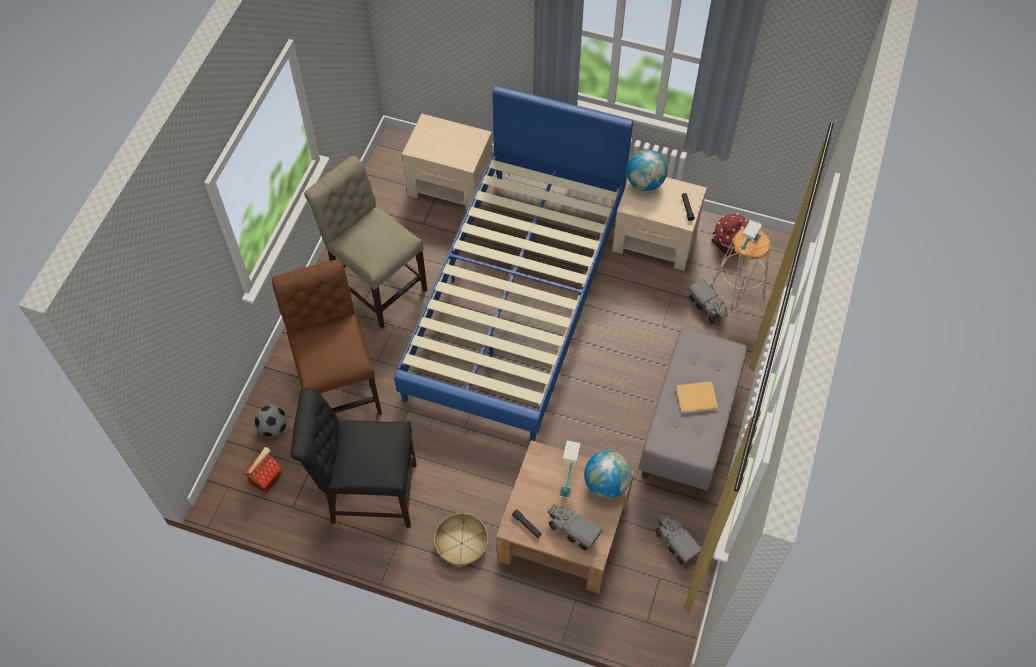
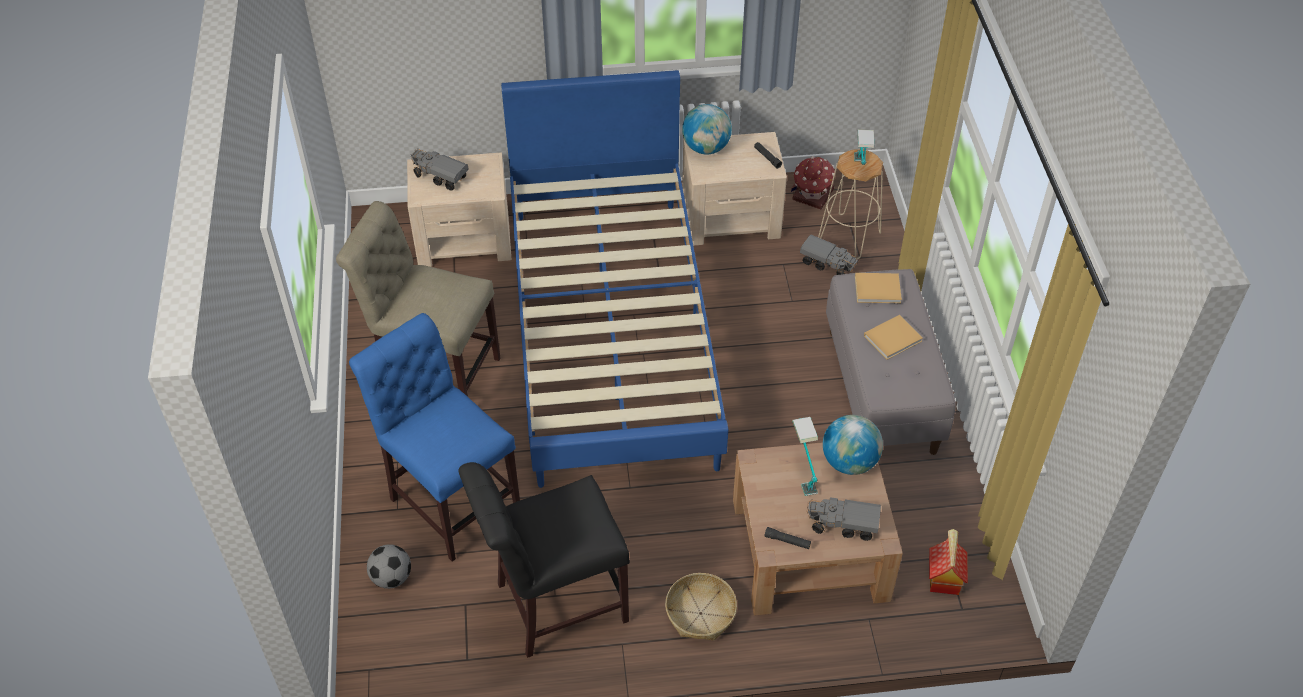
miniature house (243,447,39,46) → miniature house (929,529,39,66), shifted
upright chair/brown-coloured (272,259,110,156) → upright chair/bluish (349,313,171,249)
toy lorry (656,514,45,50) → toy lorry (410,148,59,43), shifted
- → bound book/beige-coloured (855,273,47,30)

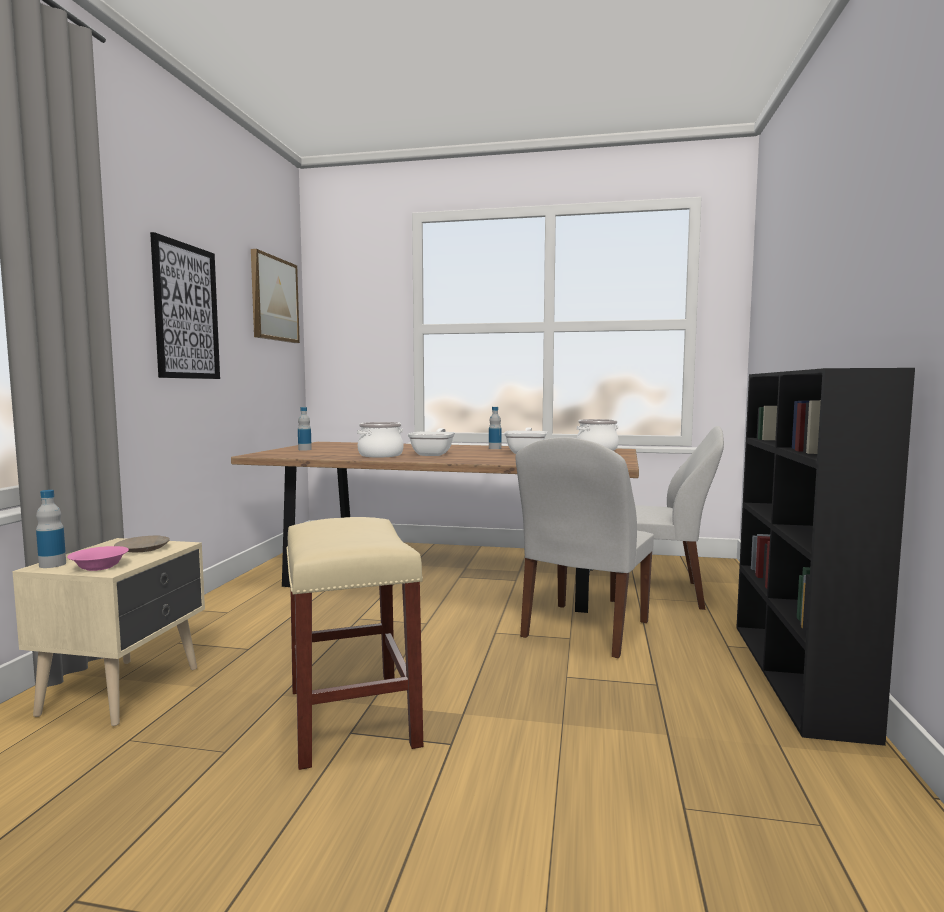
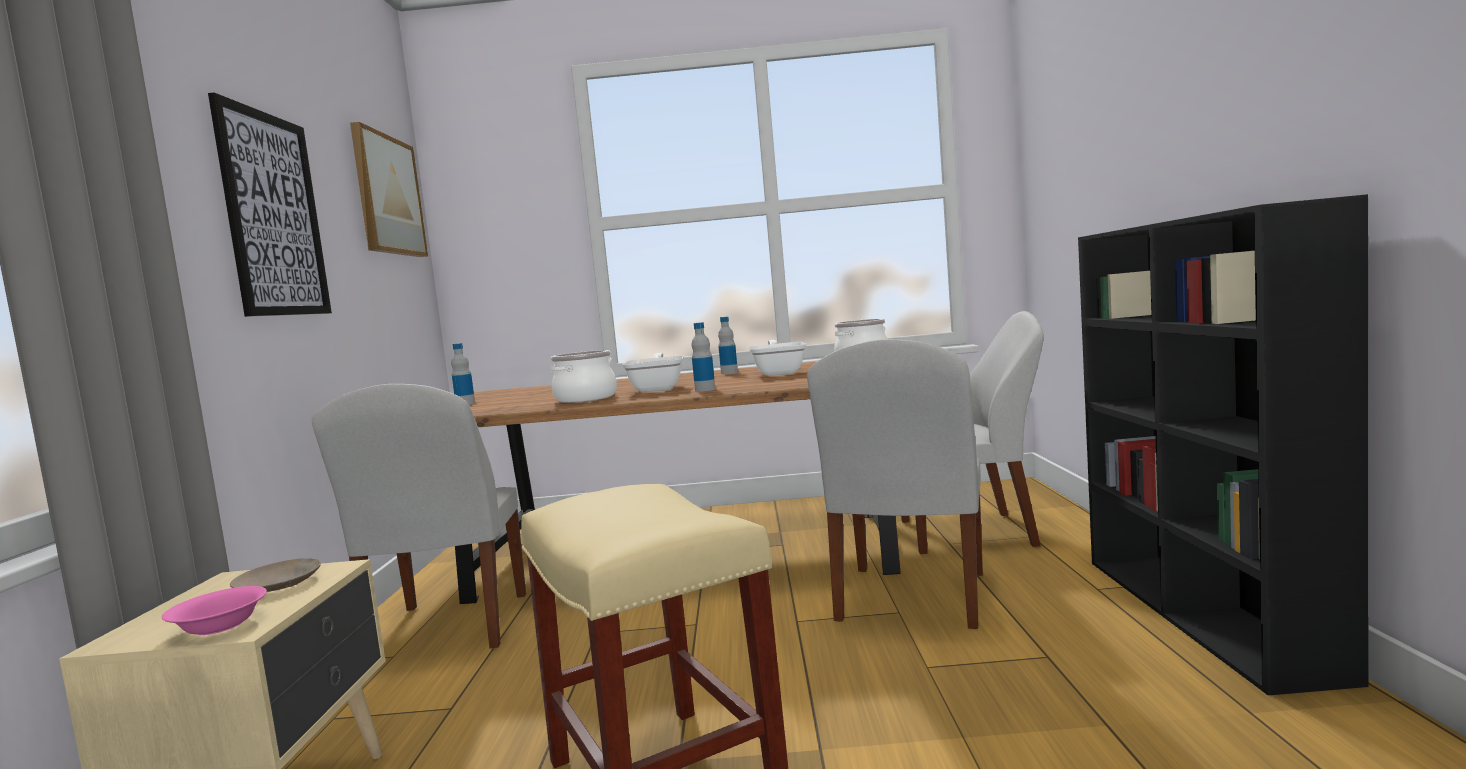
bottle (36,490,30,78) → bottle (692,322,23,70), shifted
- → upright chair/white (312,384,214,264)

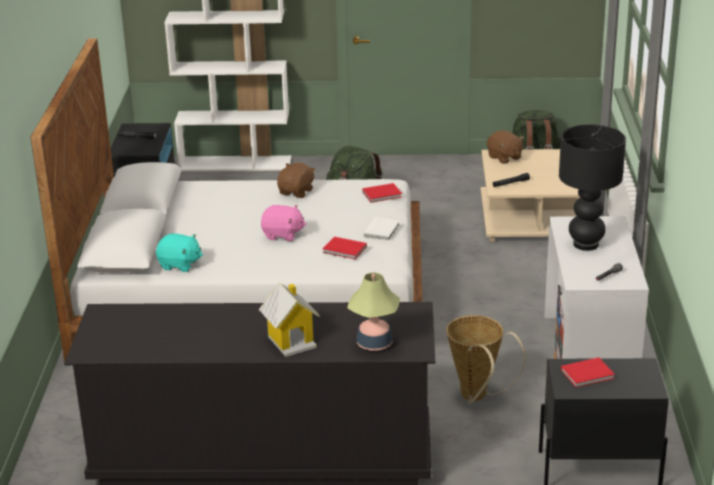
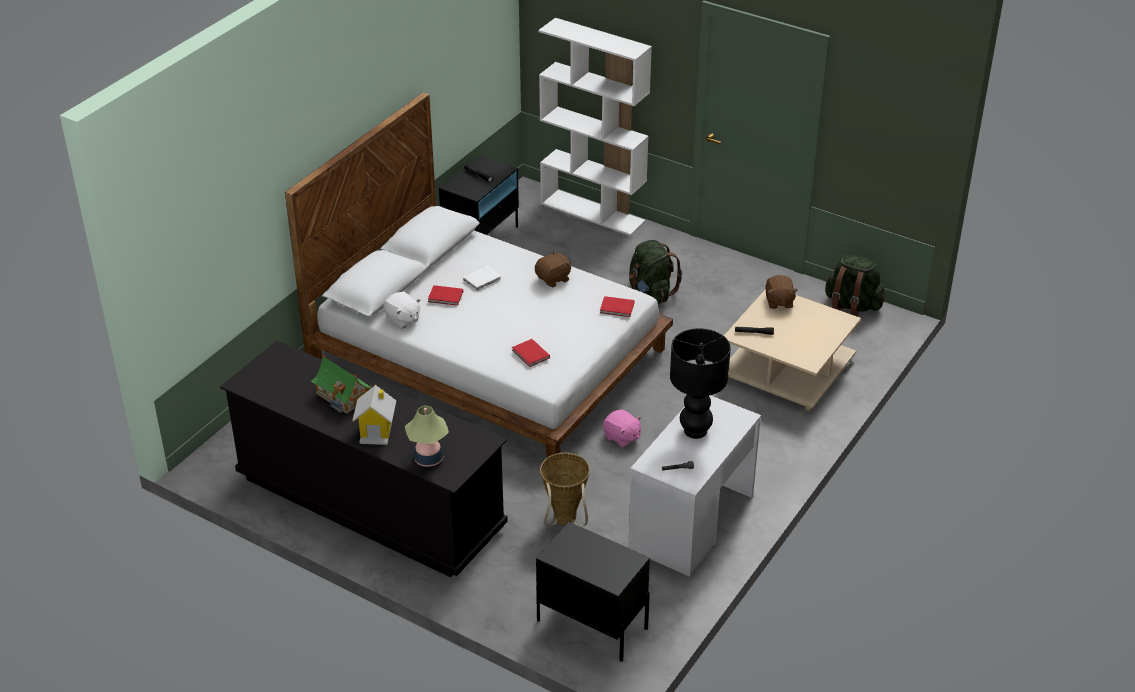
plush toy/turquoise-coloured (156,234,47,38) → plush toy/white (383,292,38,36)
plush toy/pinkish (261,205,45,36) → plush toy/pinkish (603,409,38,38), shifted
bound book/white (364,217,36,24) → bound book/white (463,266,38,25), shifted
bound book/red (561,357,54,31) → bound book/red (428,285,35,21), shifted
- → miniature house (311,354,61,60)

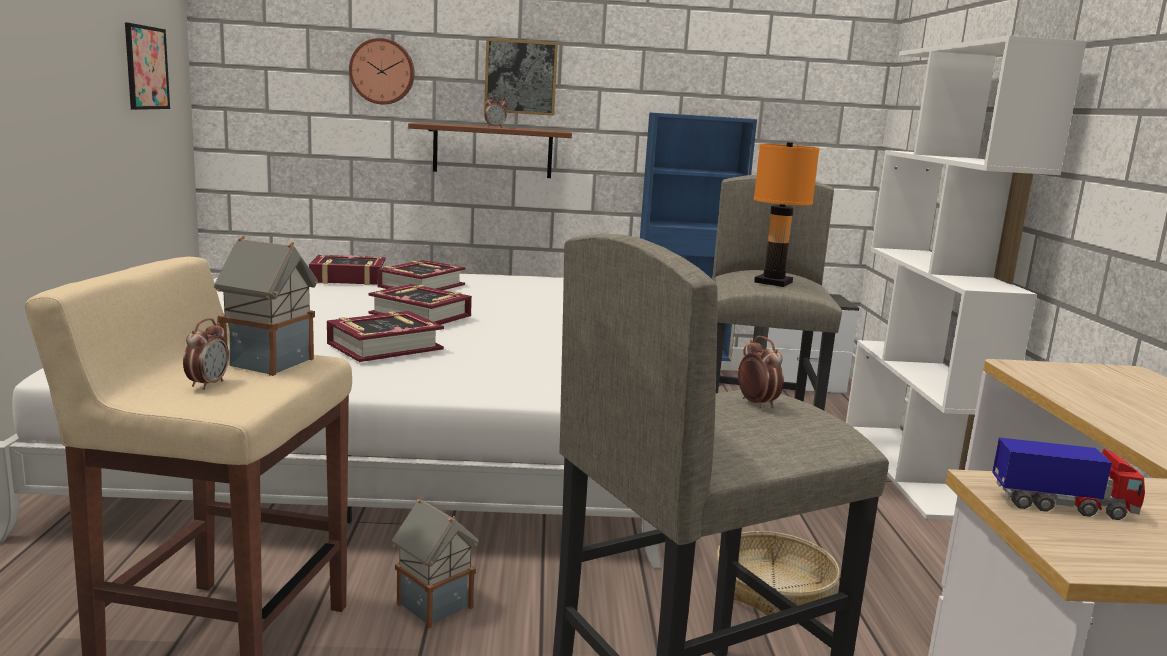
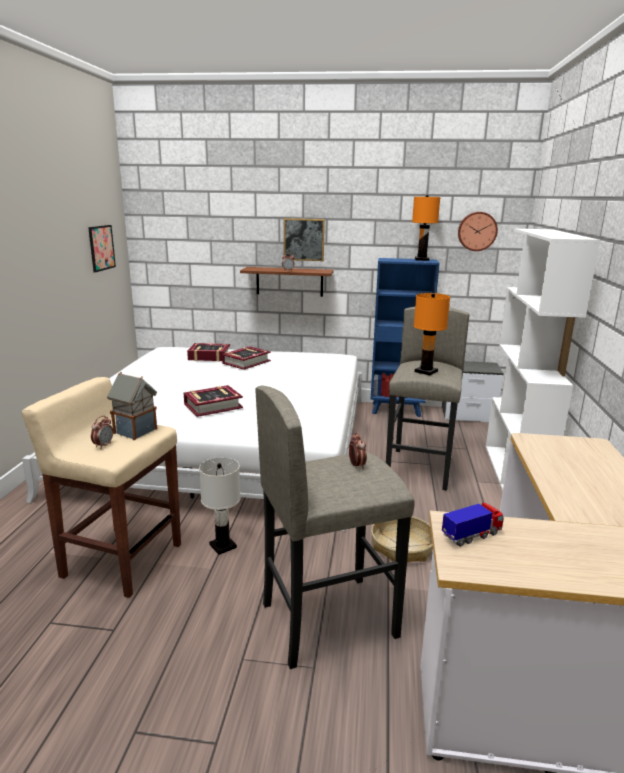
hanging clock (349,38,65,66) → hanging clock (458,212,40,39), shifted
bound book (369,284,103,41) → -
miniature house (392,497,87,132) → lamp for a table/white (199,457,42,98)
toy lorry (992,438,153,82) → toy lorry (442,503,62,44), 45 degrees counterclockwise
- → lamp for a table/orange-coloured (412,195,28,66)

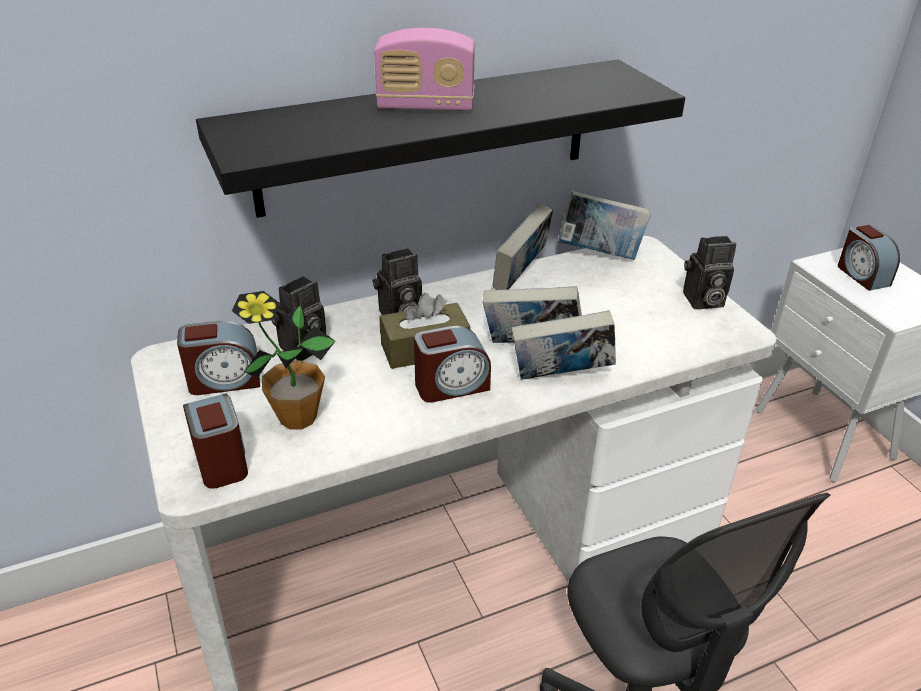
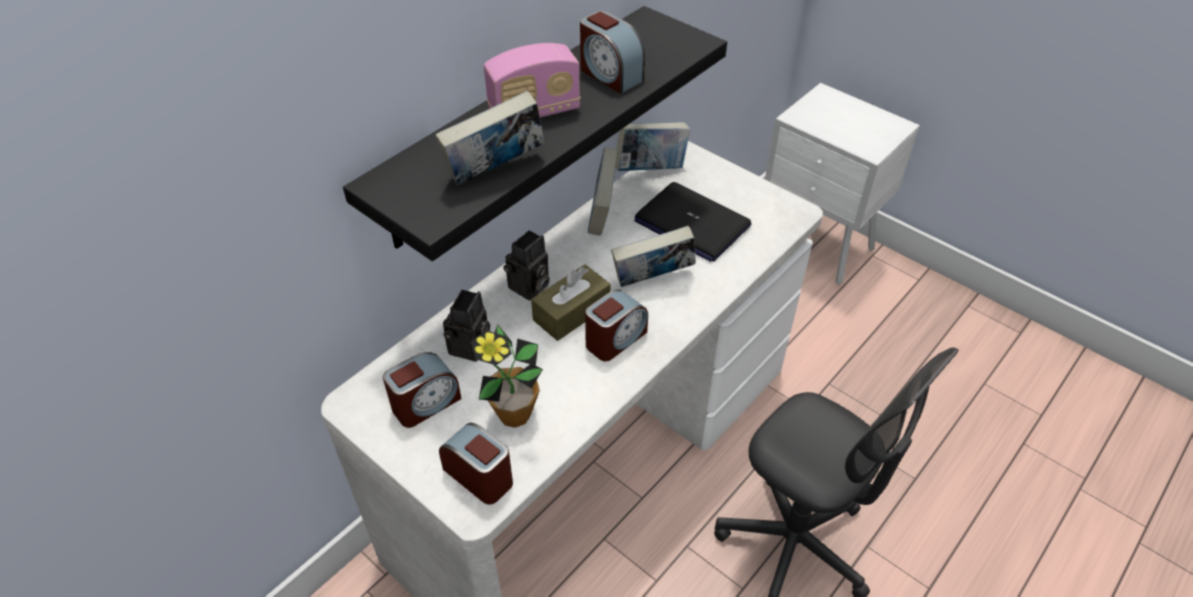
bound book (511,310,105,70) → bound book (435,91,109,95), shifted
still camera (683,236,53,73) → -
bedside clock (838,224,62,67) → bedside clock (580,11,65,83), shifted
- → portable computer (634,182,117,80)

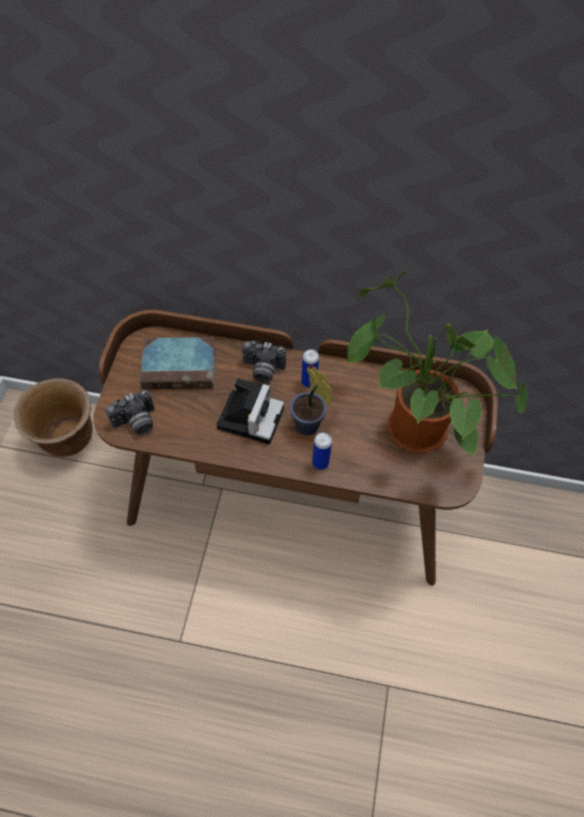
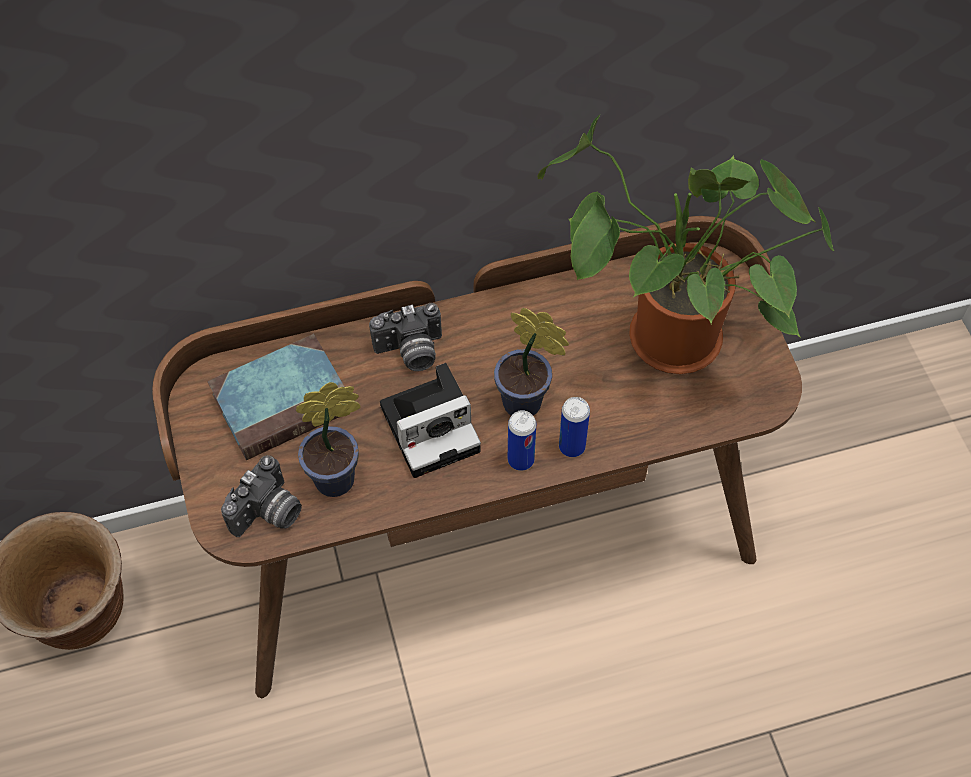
still camera (217,378,67,67) → still camera (380,363,101,115), 75 degrees clockwise
can (301,349,18,39) → can (508,410,28,61), shifted
- → houseplant (295,382,66,115)

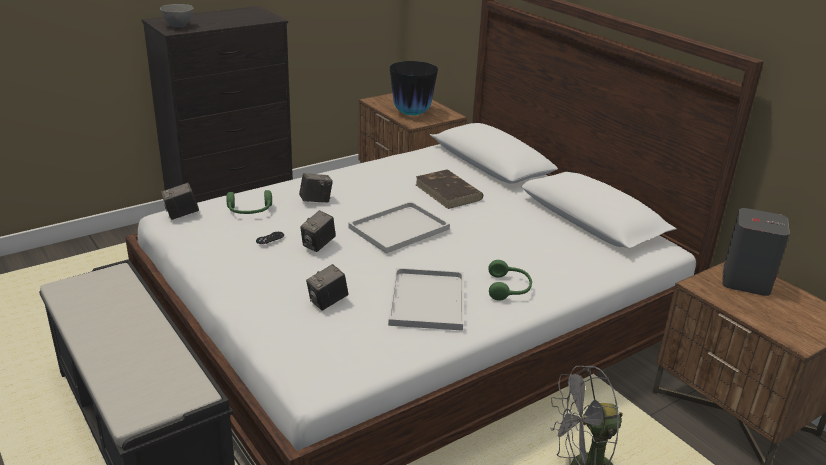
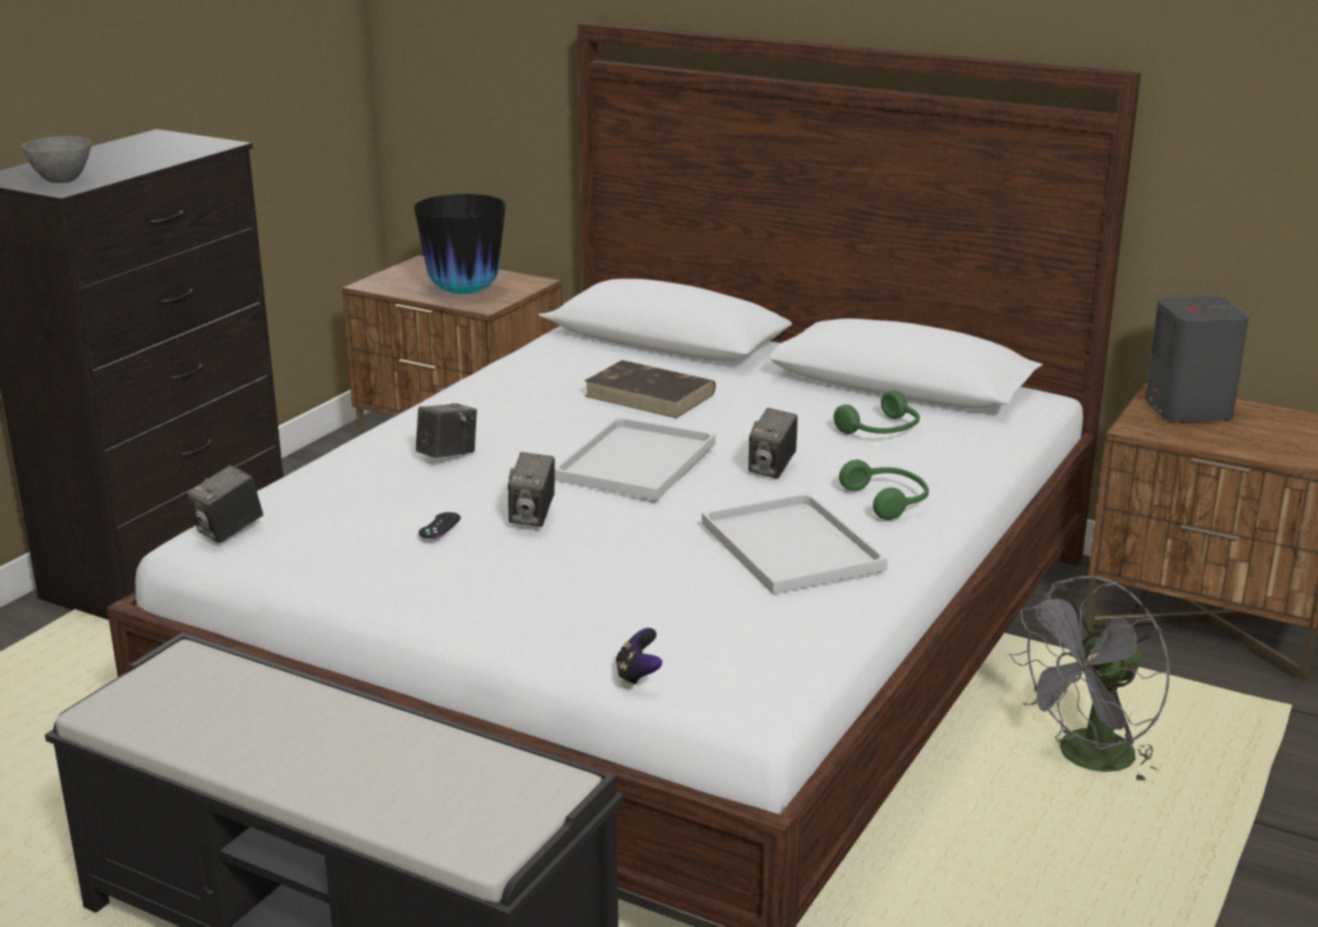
headset/greenish (226,190,46,24) → headset/greenish (834,390,86,44), shifted
still camera (306,264,42,47) → still camera (748,408,50,71), shifted
- → game controller (616,628,46,59)

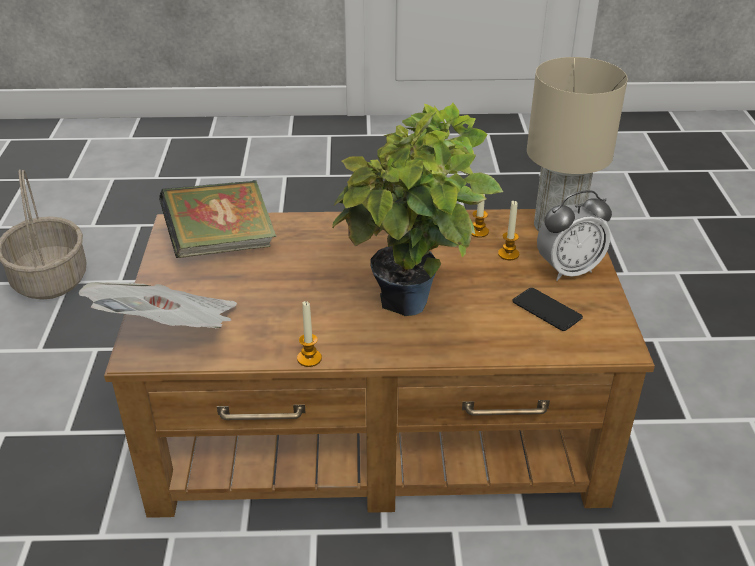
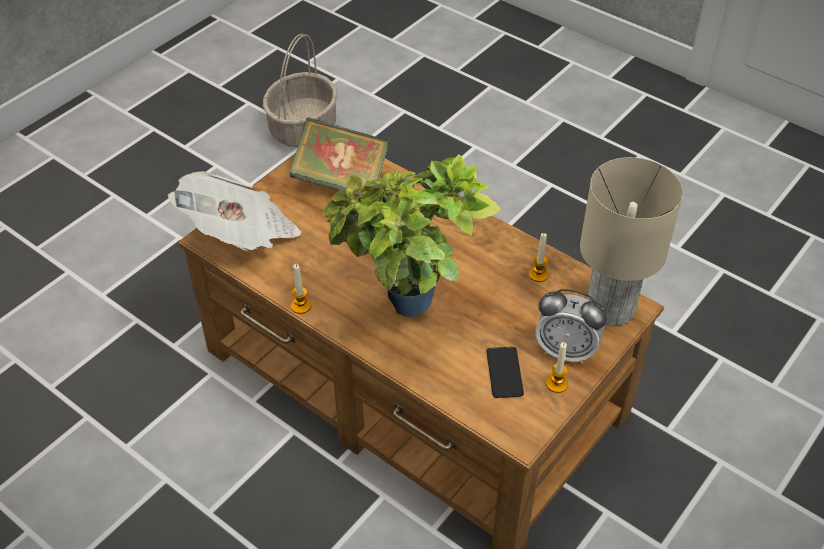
wax candle (498,201,21,59) → wax candle (546,342,22,51), shifted

